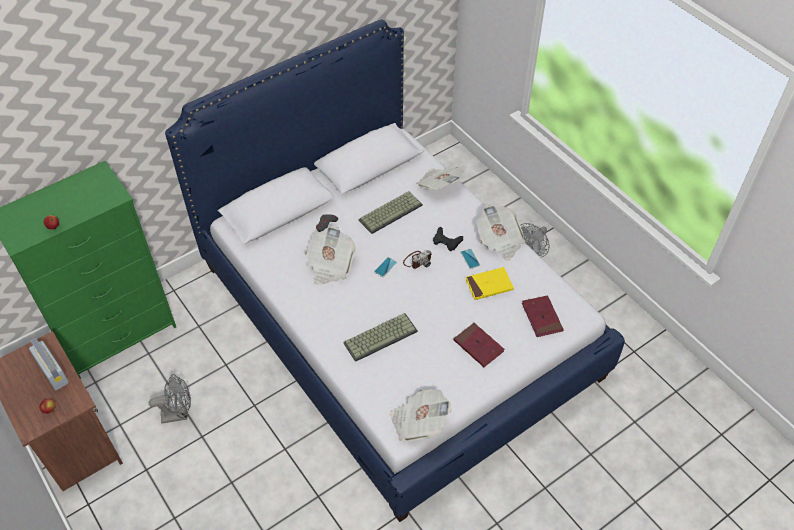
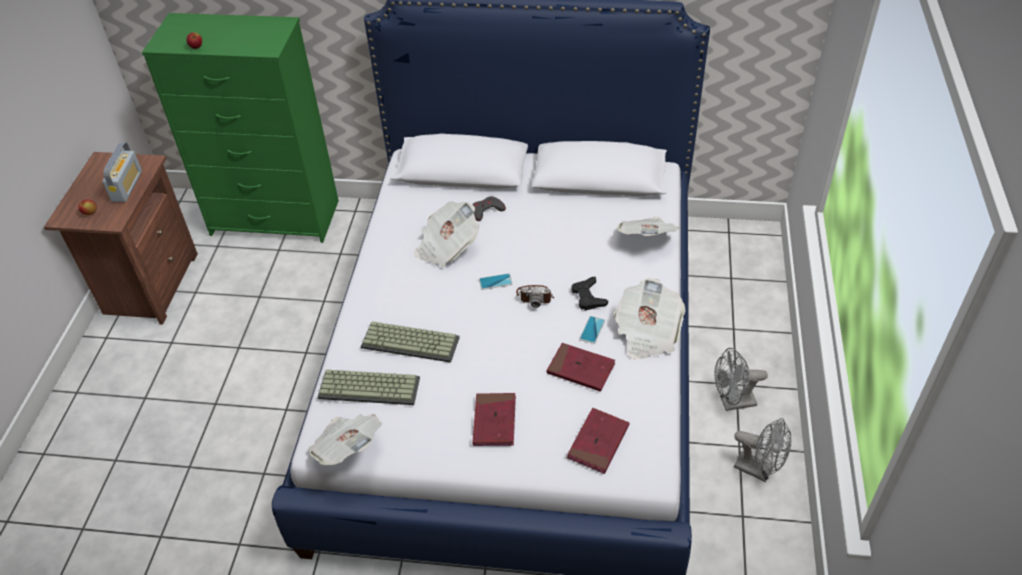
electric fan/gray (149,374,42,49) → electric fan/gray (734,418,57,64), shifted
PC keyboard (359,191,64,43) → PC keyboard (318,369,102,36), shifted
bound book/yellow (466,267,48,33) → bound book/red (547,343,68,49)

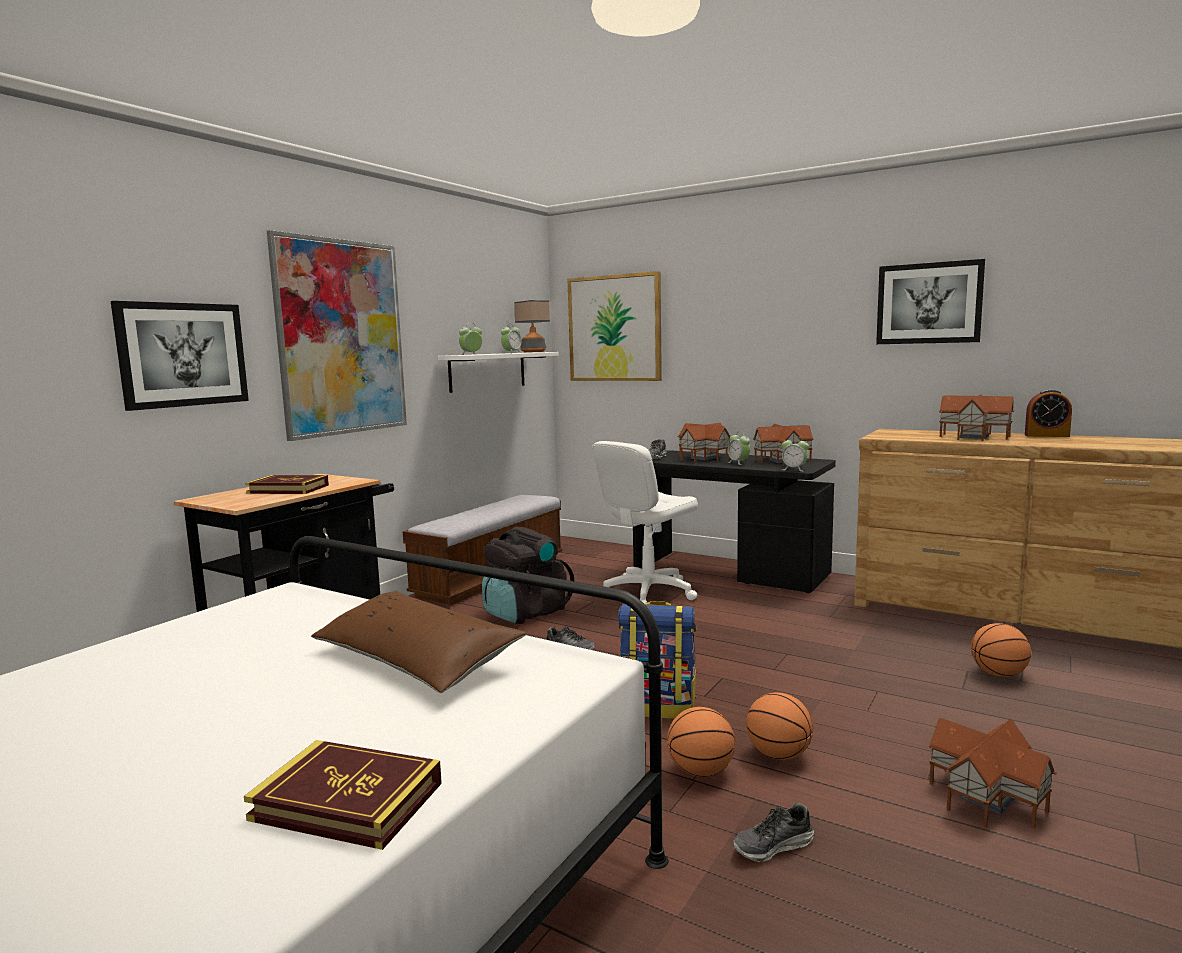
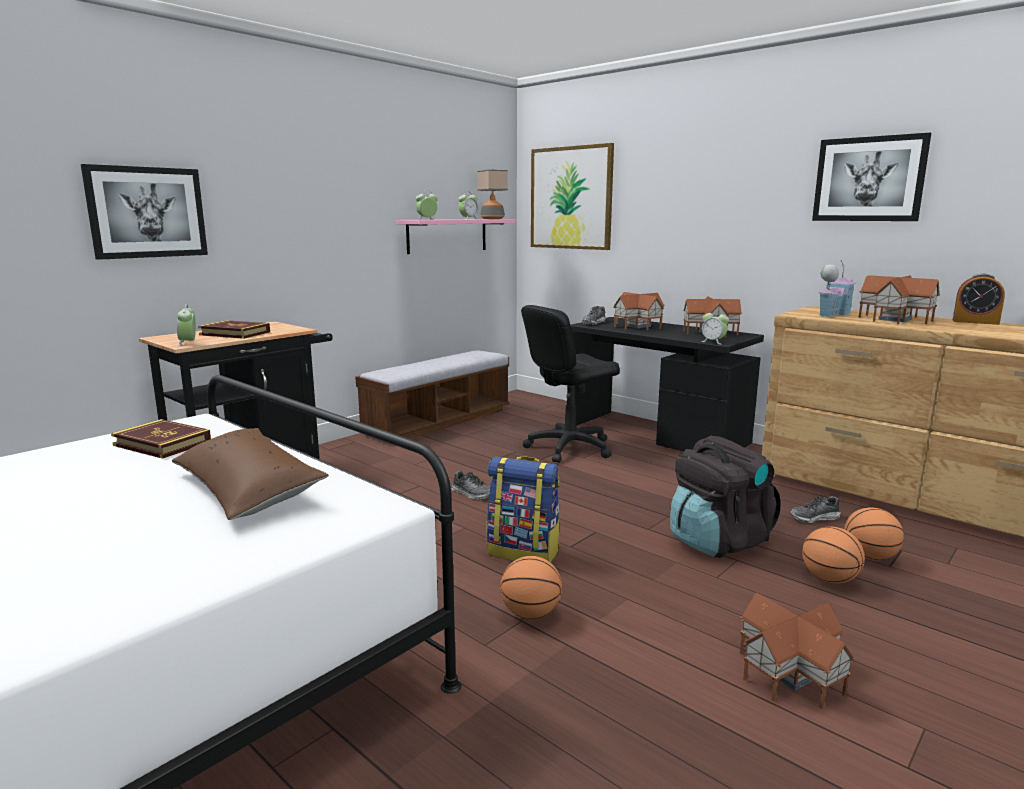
bound book (244,740,198,110) → bound book (111,419,100,40), shifted
picture (267,230,140,211) → -
shelf/white (438,352,121,41) → shelf/pinkish (396,219,120,35)
backpack/black (482,527,92,97) → backpack/black (670,436,111,122), shifted
computer chair/white (592,441,106,163) → computer chair/black (521,305,99,158)
bedside clock (727,432,23,33) → bedside clock (177,304,19,42), shifted
item of footwear (733,803,81,60) → item of footwear (790,496,51,27), shifted
ball for basketball (746,693,67,67) → ball for basketball (802,526,63,57), shifted
- → miniature house (818,261,37,56)

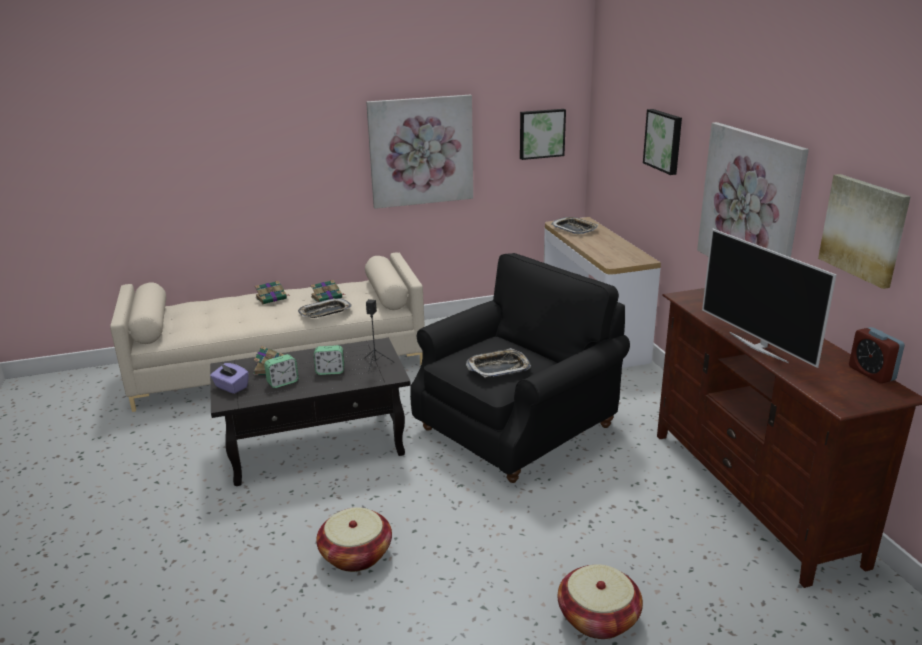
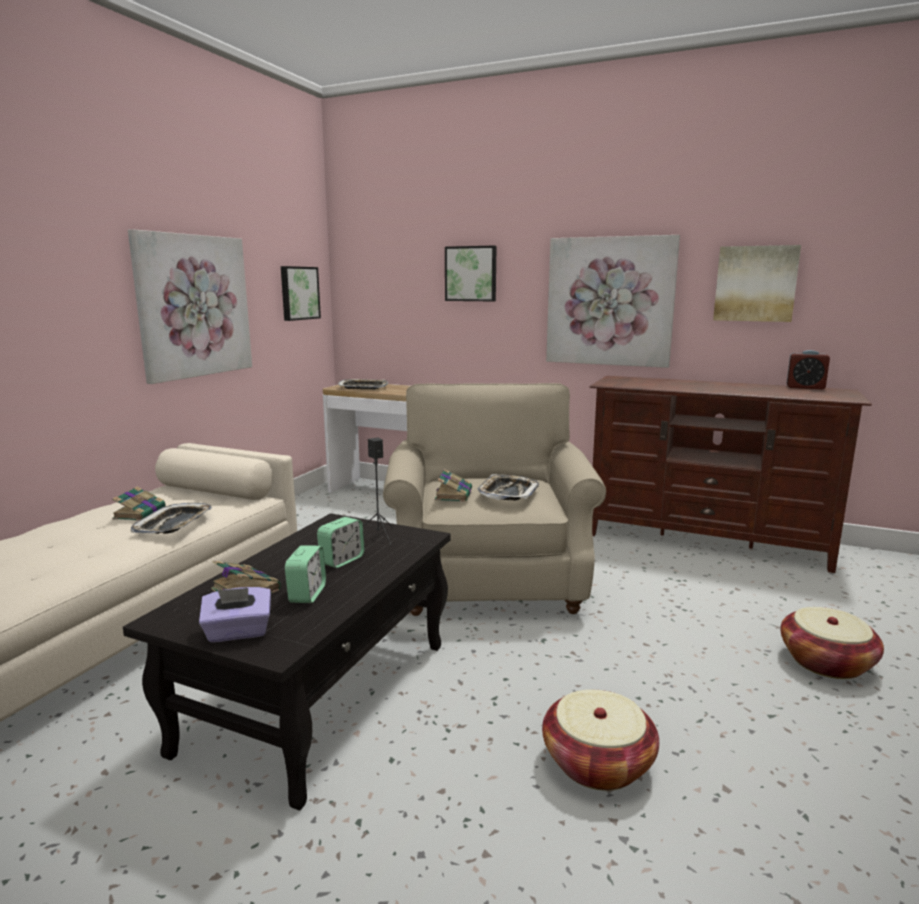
bound book (255,280,35,24) → bound book (435,469,37,33), shifted
lounge chair/black (410,253,220,230) → lounge chair/beige-coloured (383,383,223,233)
television (702,229,134,139) → -

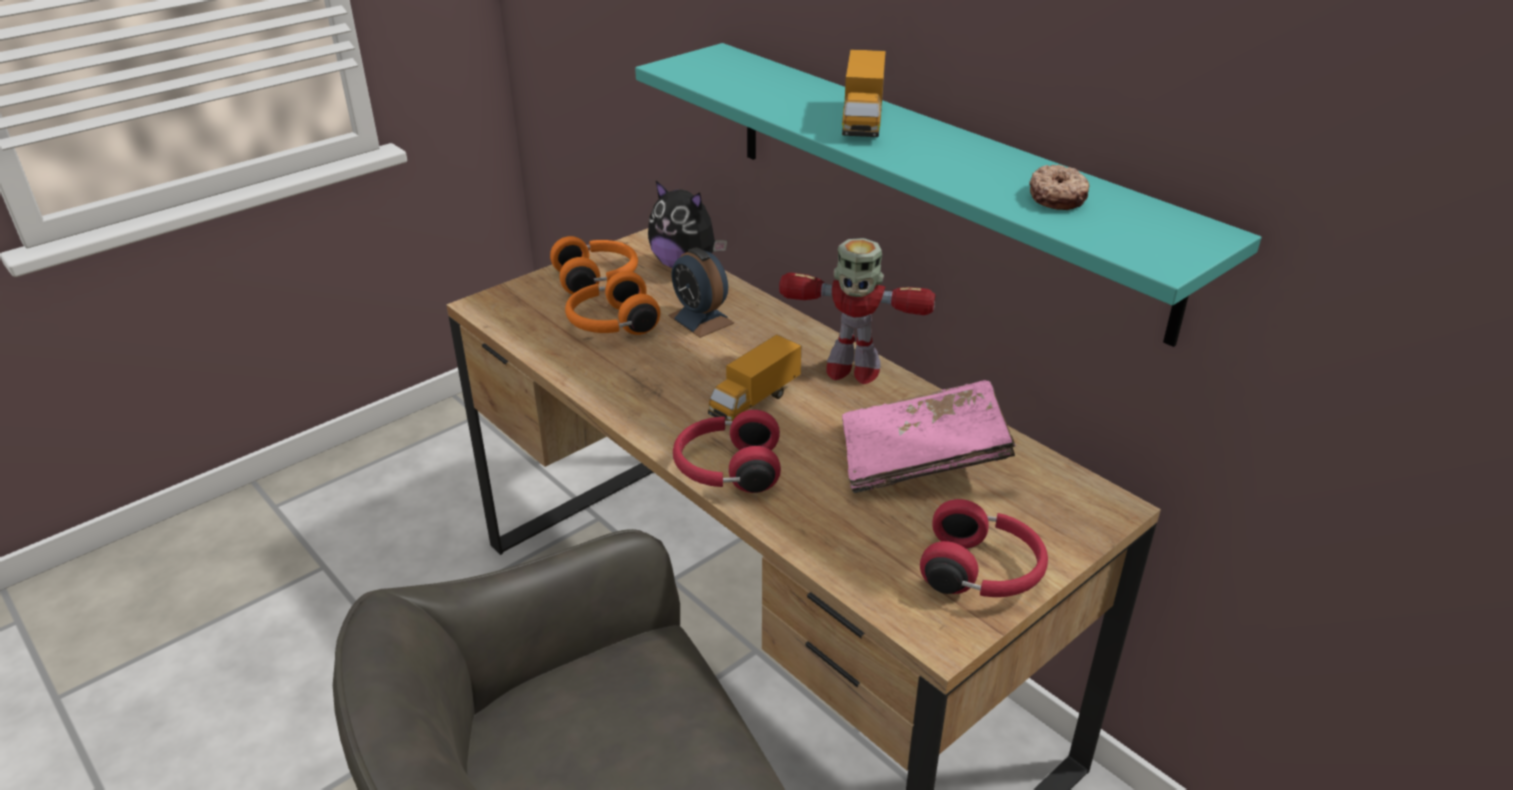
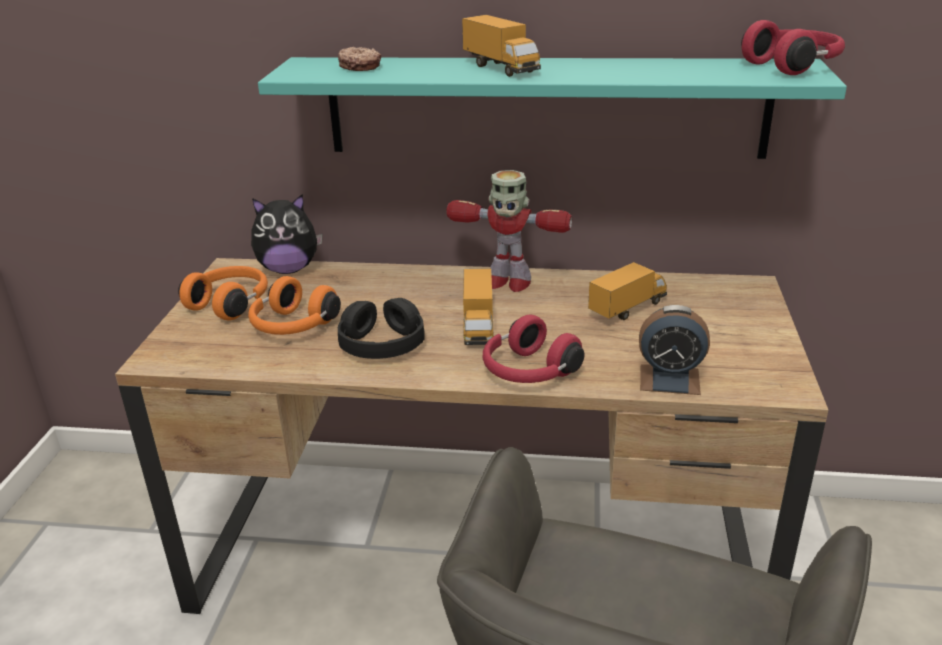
bedside clock (668,247,66,91) → bedside clock (639,305,71,90), shifted
robot figure (779,238,157,146) → robot figure (446,170,126,122), 45 degrees clockwise
bound book/pinkish (842,380,174,113) → toy lorry (588,262,79,58)
headset/red (920,499,128,98) → headset/red (741,20,104,55), shifted
doughnut (1029,165,61,45) → doughnut (338,47,44,24), shifted
- → headset/black (338,298,87,61)

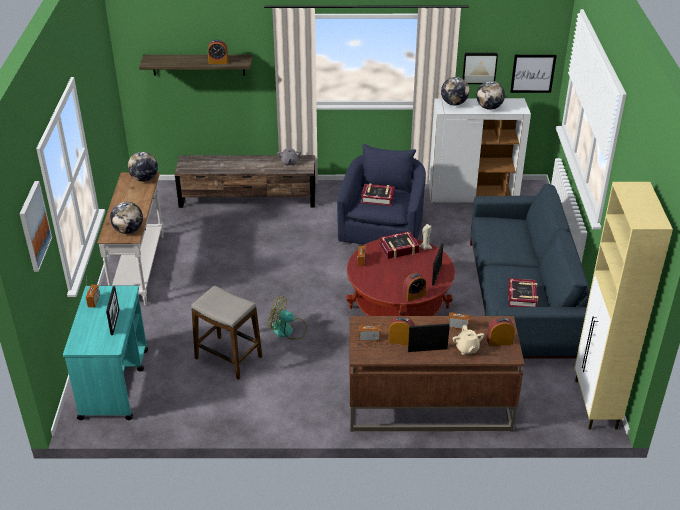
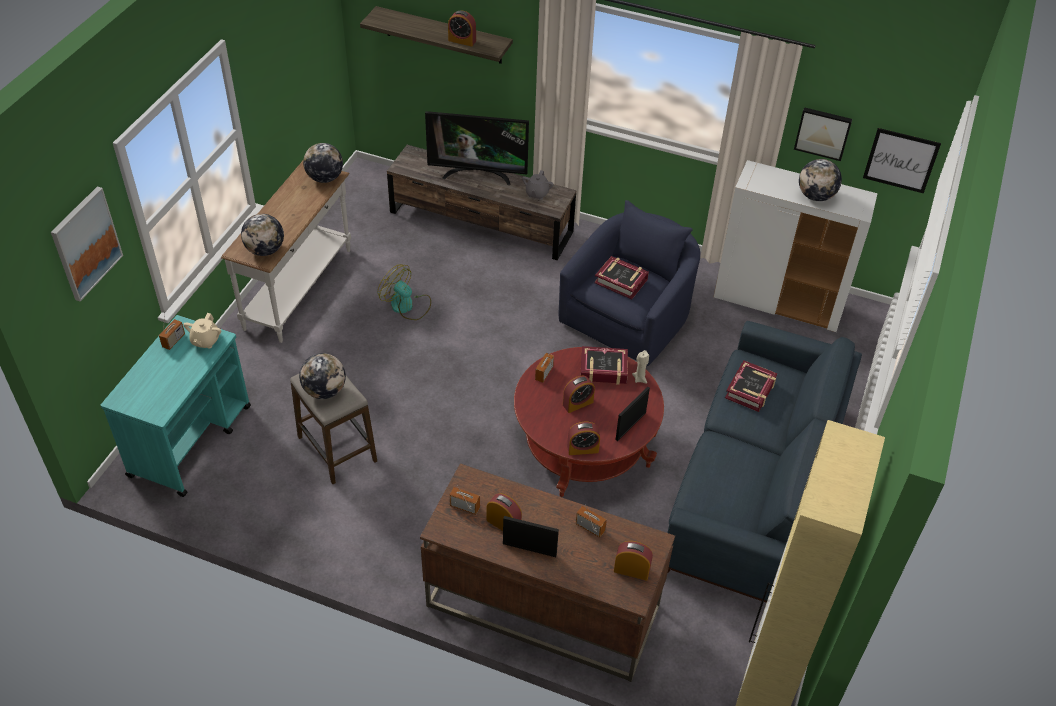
picture frame (106,286,13,49) → -
electric fan (268,296,39,44) → electric fan (378,264,53,56), shifted
desk globe (441,77,28,29) → desk globe (299,353,47,46), shifted
tea pot/beige-coloured (453,325,32,30) → tea pot/beige-coloured (183,313,38,36), shifted
bound book (508,278,30,29) → bound book (725,360,52,52), shifted
- → television (425,111,104,74)
- → bedside clock (563,376,32,37)

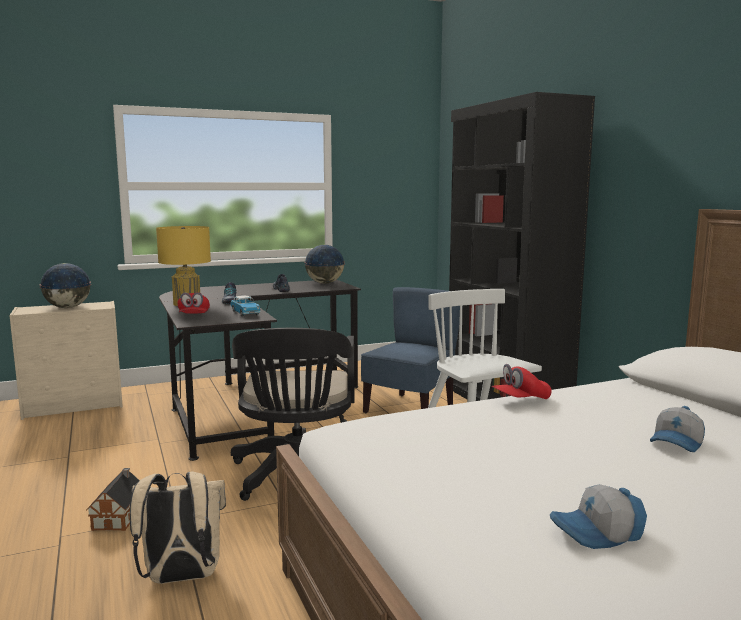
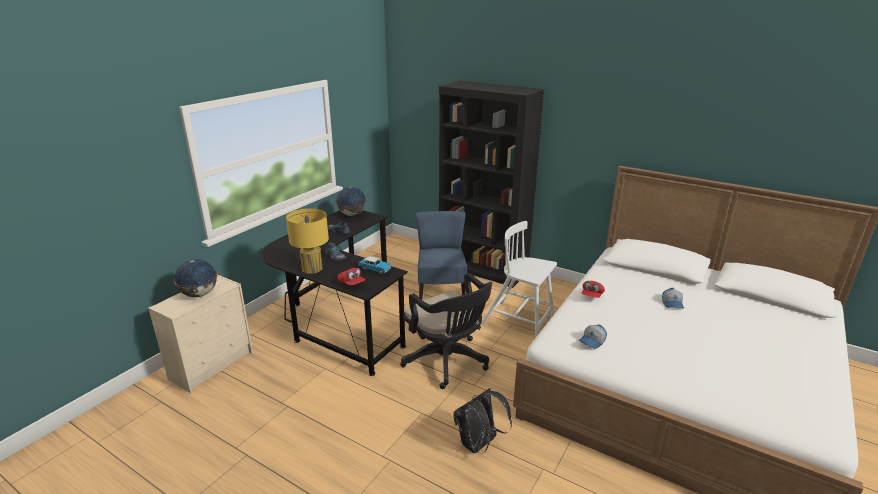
miniature house (87,468,53,63) → -
backpack/beige-coloured (130,471,96,113) → backpack/black (453,388,59,65)
baseball cap (550,484,97,65) → baseball cap (579,324,28,24), shifted

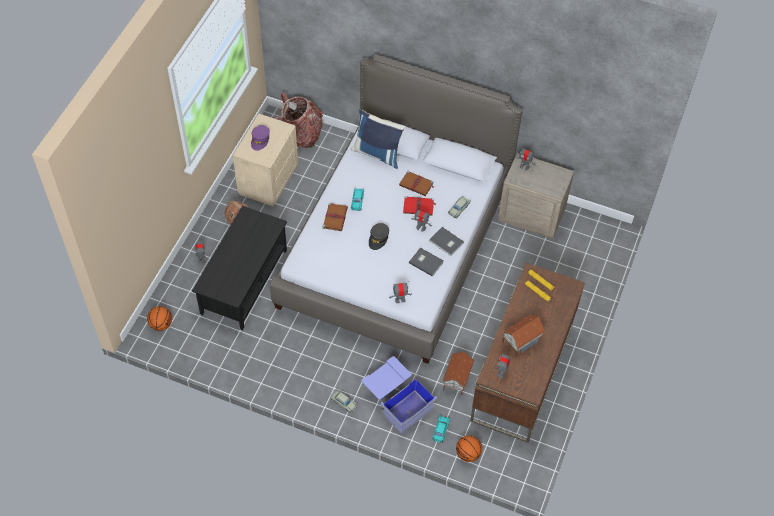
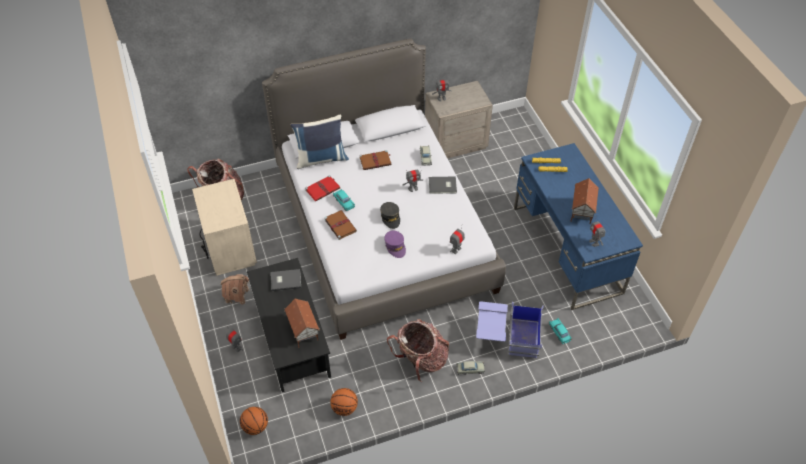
baseball cap/purple (251,125,19,26) → baseball cap/purple (384,231,22,27), shifted
bound book/red (403,196,33,19) → bound book/red (305,175,35,27), shifted
bound book/gray (409,248,35,29) → bound book/gray (271,269,30,22), shifted
miniature house (442,352,32,43) → miniature house (284,299,36,49), shifted
ball for basketball (456,435,26,27) → ball for basketball (330,388,28,28), shifted
desk table/brown-coloured (470,263,115,180) → desk table/bluish (514,143,129,167)
- → backpack (387,319,62,63)

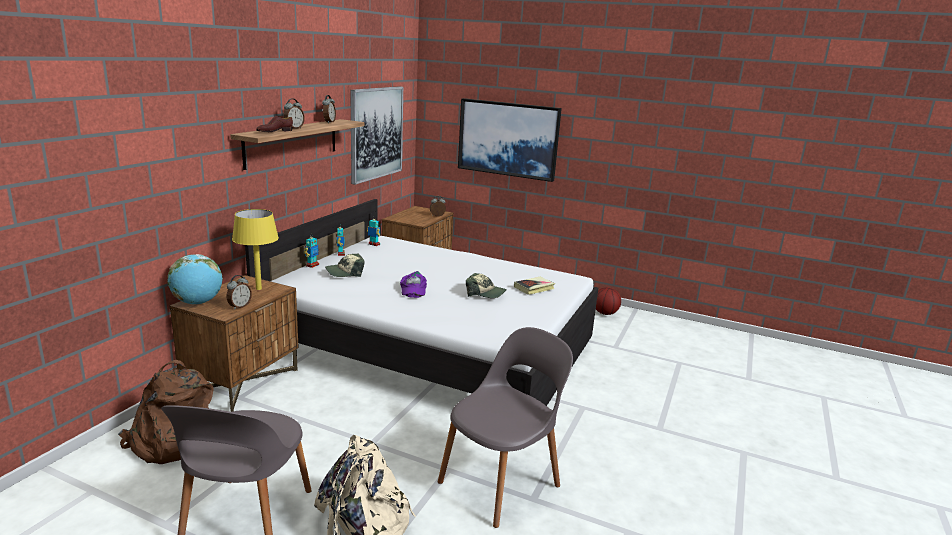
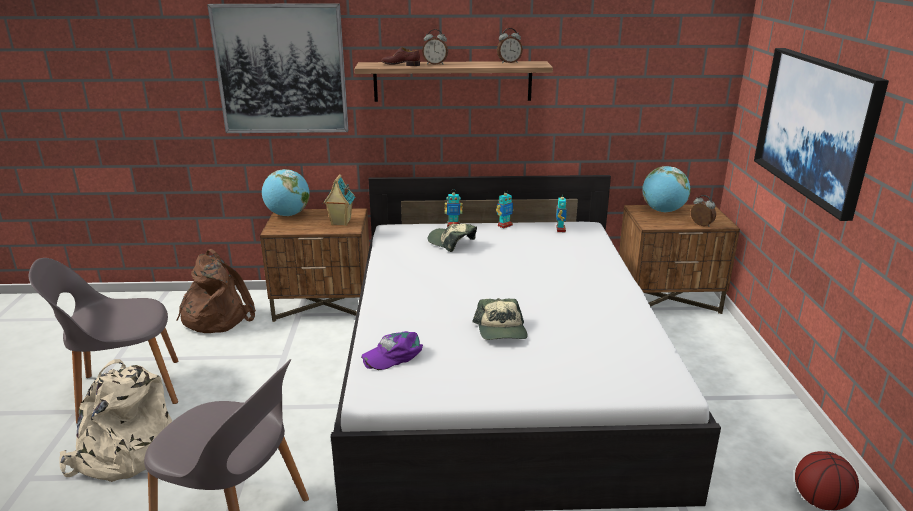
bedside clock (227,275,25,35) → -
lamp for a table/yellow (232,209,47,81) → miniature house (323,174,32,52)
picture (350,86,53,99) → picture (207,3,141,130), shifted
baseball cap/purple (400,271,27,27) → baseball cap/purple (361,331,62,39), shifted
bound book (514,277,41,18) → -
- → desk globe (642,166,49,46)

